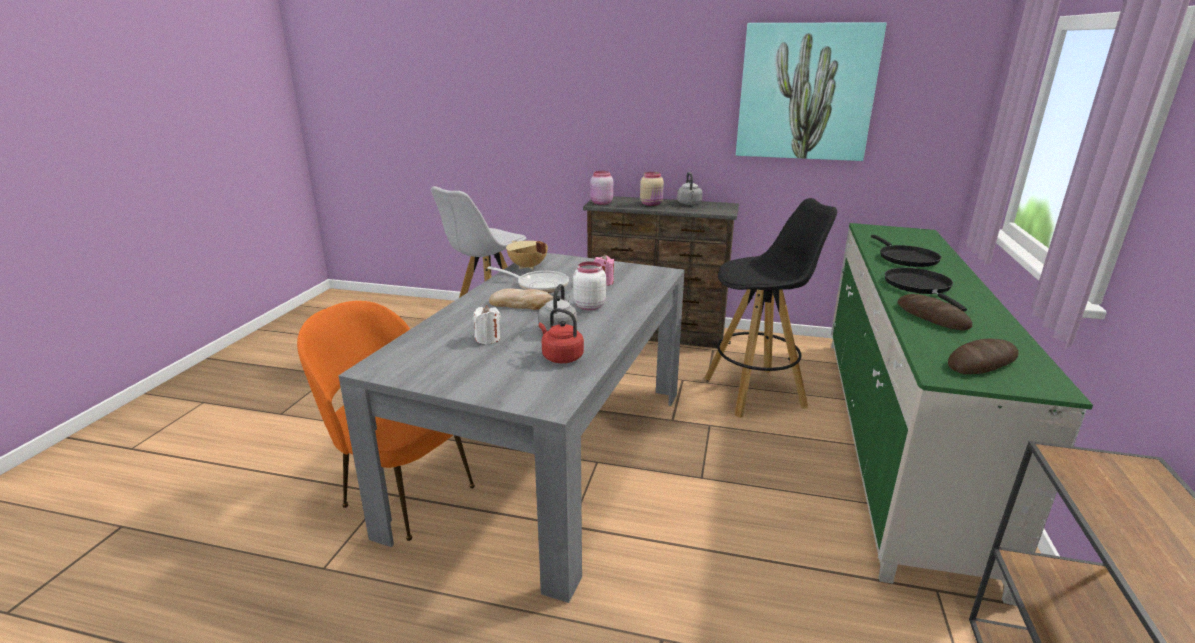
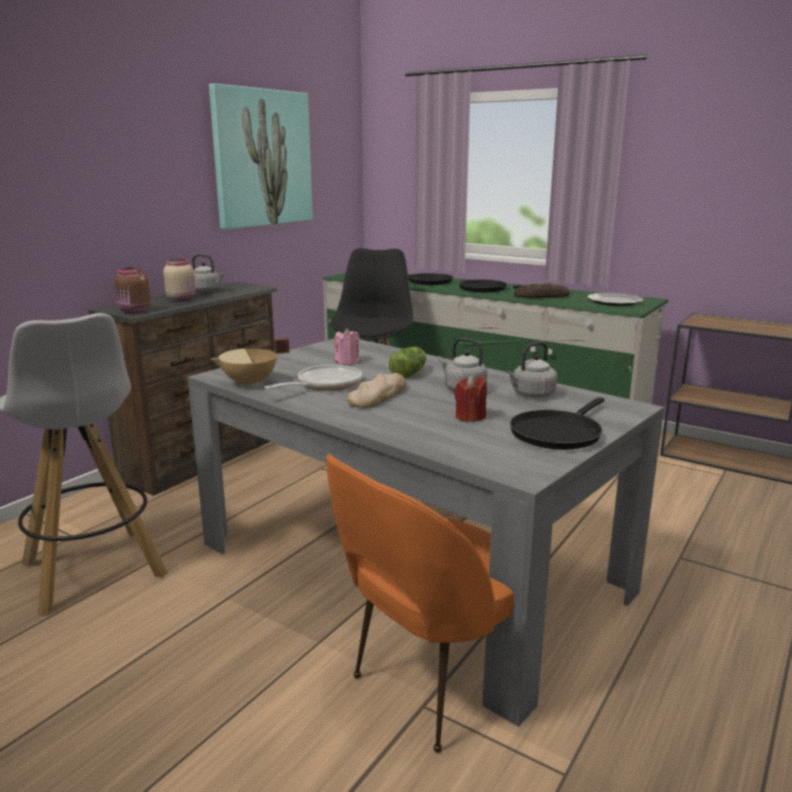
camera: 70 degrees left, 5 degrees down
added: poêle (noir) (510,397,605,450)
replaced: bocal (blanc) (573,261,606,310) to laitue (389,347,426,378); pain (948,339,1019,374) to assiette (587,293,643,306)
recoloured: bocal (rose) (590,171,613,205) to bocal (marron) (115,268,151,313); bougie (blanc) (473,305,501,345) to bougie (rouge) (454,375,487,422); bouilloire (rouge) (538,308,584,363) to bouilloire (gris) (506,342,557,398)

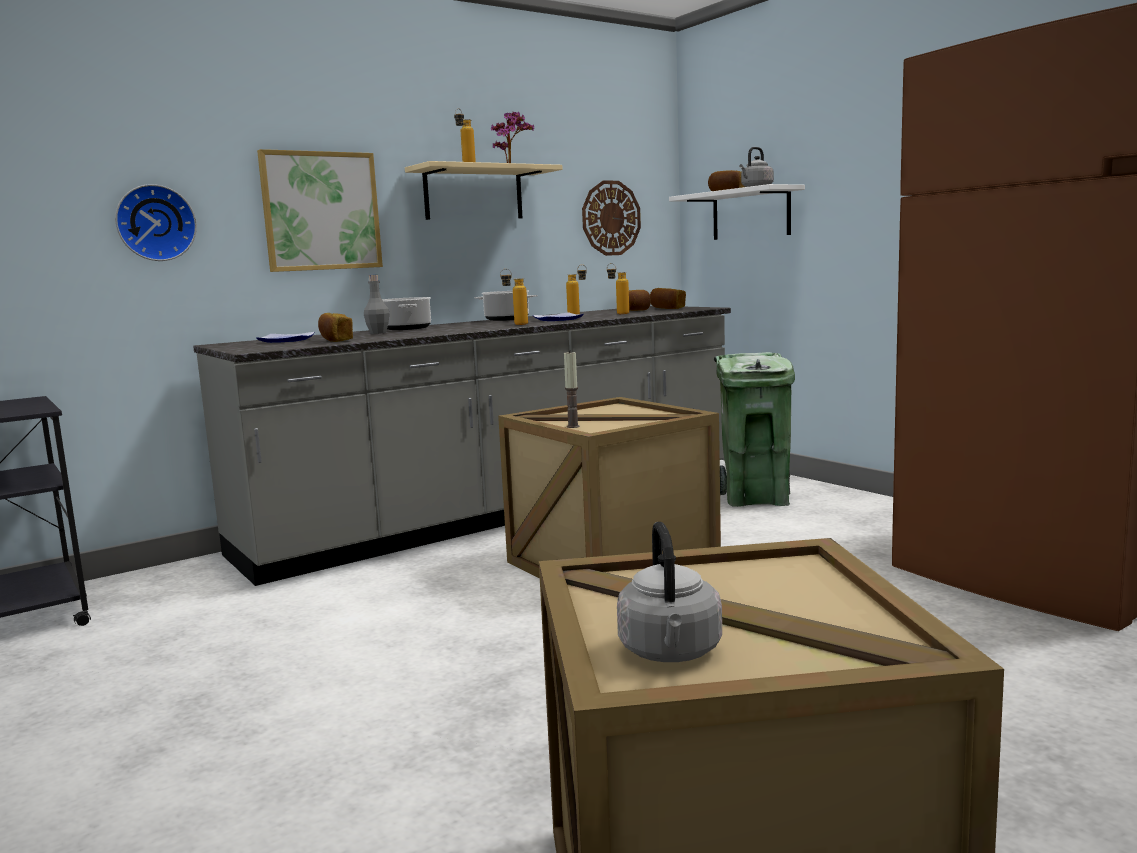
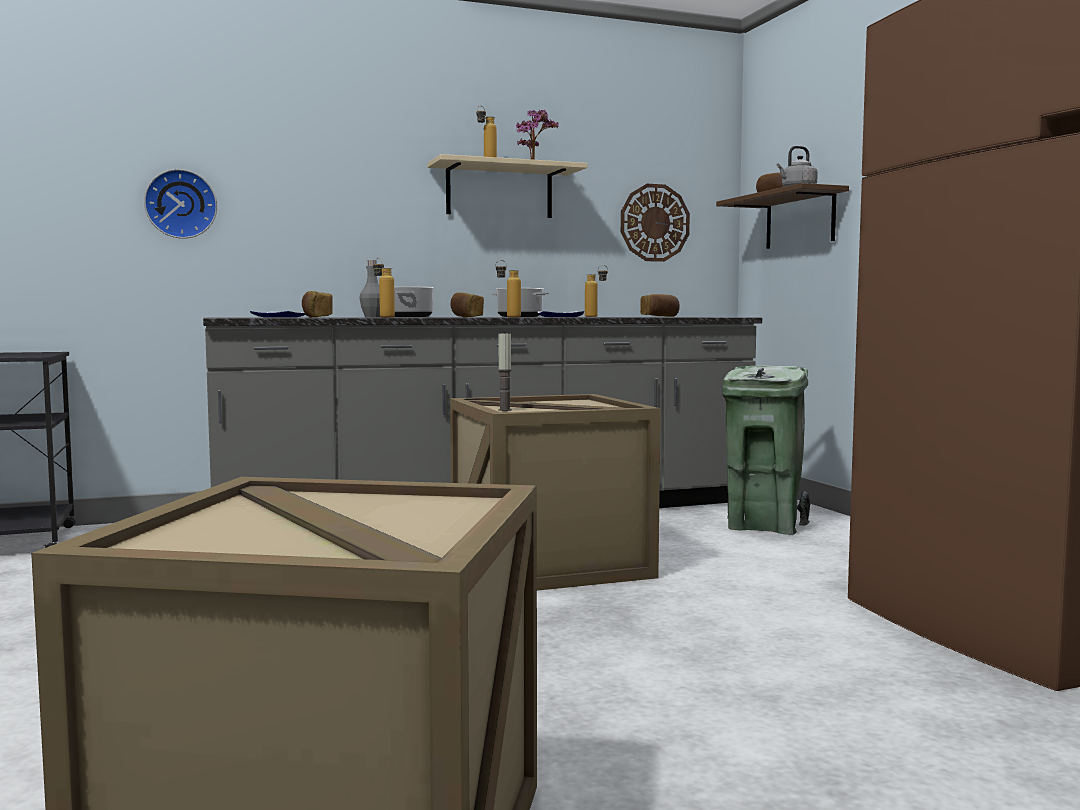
camera: 15 degrees right, 5 degrees down
removed: tableau (257,149,383,272); bouilloire (gris) (617,522,722,662)
moved: bouteille (607,263,629,314) to (373,258,395,317); pain (650,288,686,309) to (451,292,484,317)
recoloured: étagère (blanc) (669,184,805,240) to étagère (marron) (716,183,849,249)

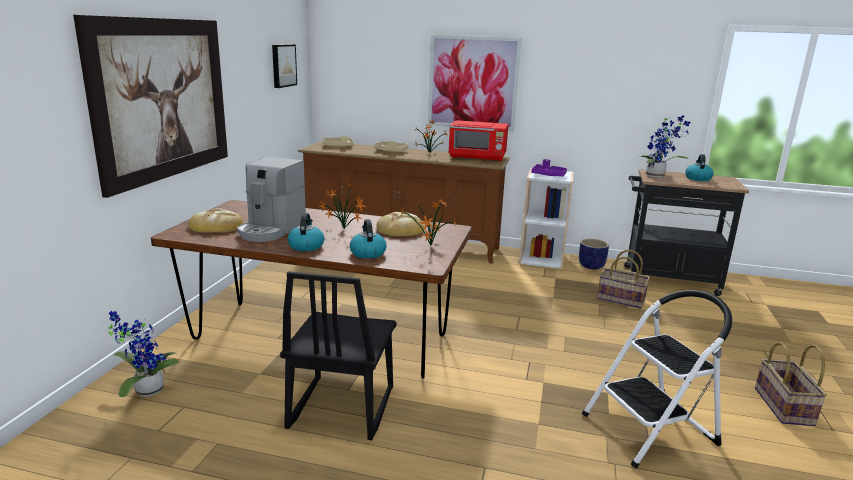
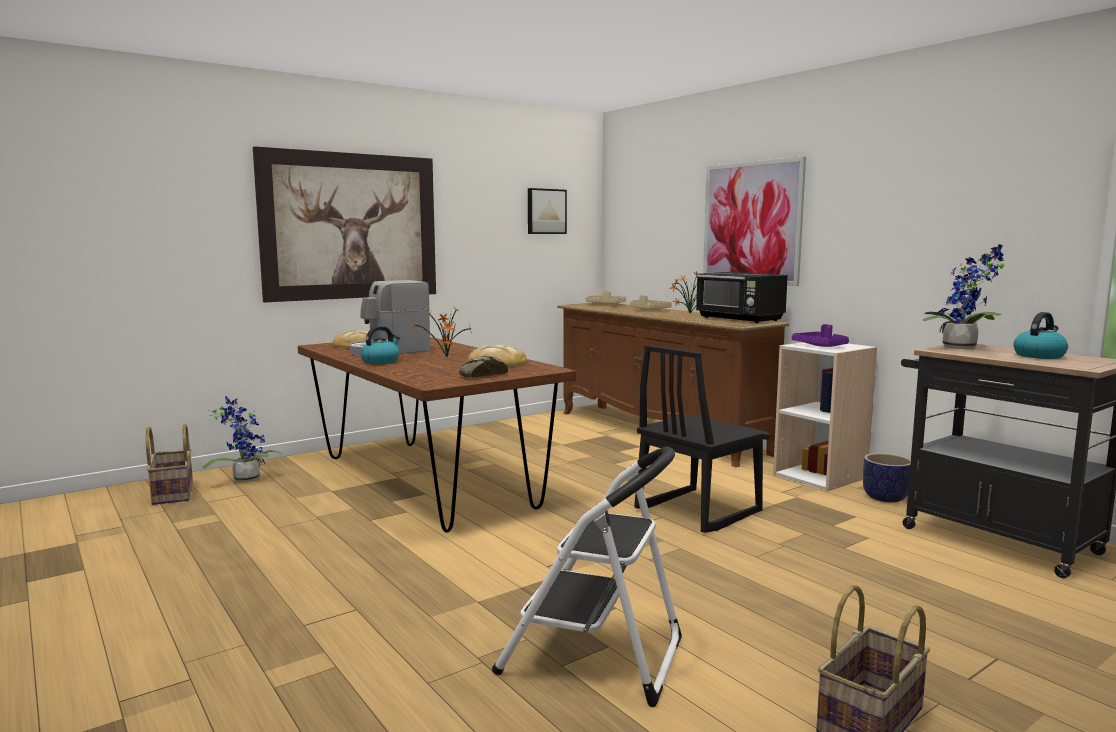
camera: 40 degrees right, 10 degrees down
removed: bouilloire (350,219,387,259)
moved: panier (597,250,650,309) to (146,424,193,505); chaise (noir) (280,271,397,440) to (634,345,770,533)
replaced: plante en pot (401,199,457,245) to pain (459,356,508,378)
recoloured: micro-ondes (rouge) (449,120,508,161) to micro-ondes (noir) (696,272,788,323)

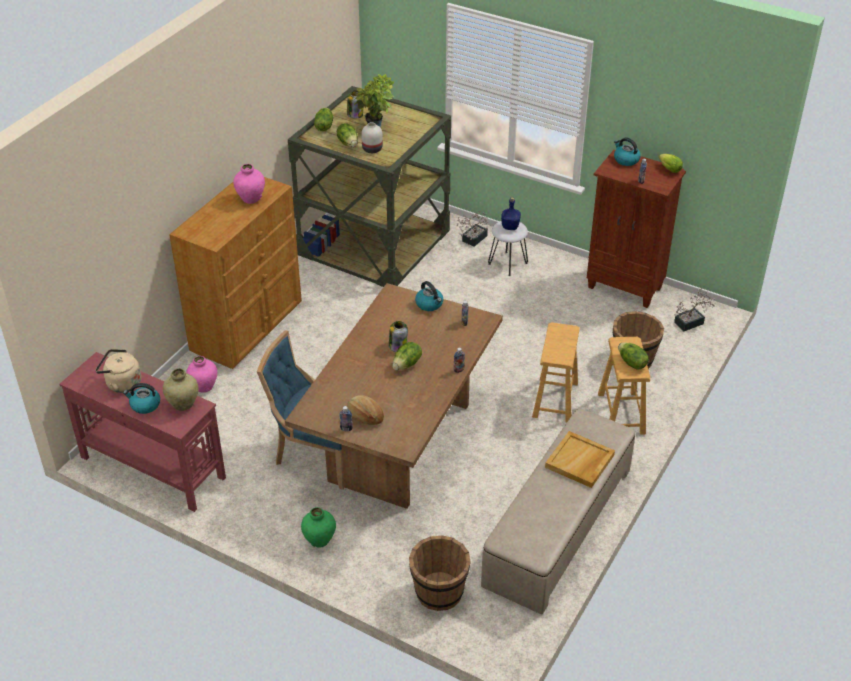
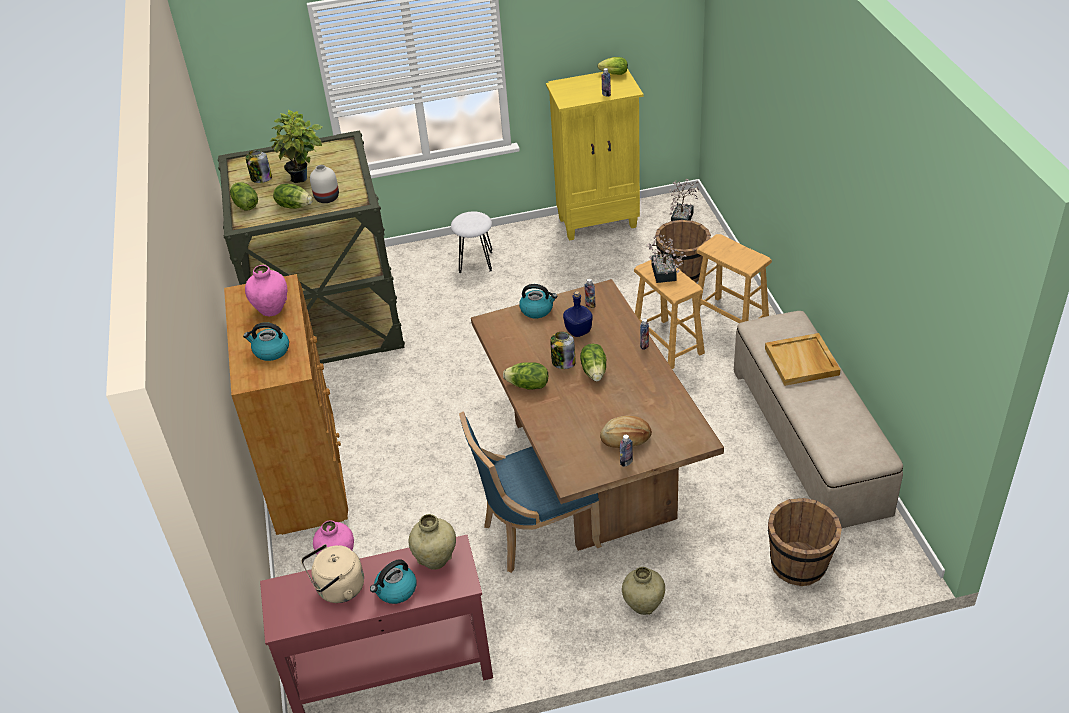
camera: 40 degrees left, 0 degrees up
moved: bouilloire (614,138,641,166) to (243,322,289,361); laitue (618,343,649,370) to (503,362,548,389); bouteille (bleu) (501,197,521,230) to (563,291,593,337); plante en pot (456,211,488,247) to (647,235,686,283)
recoloured: meuble de rangement (marron) (587,150,686,308) to meuble de rangement (jaune) (546,69,644,240); vase (vert) (301,507,336,548) to vase (beige) (622,567,665,615)

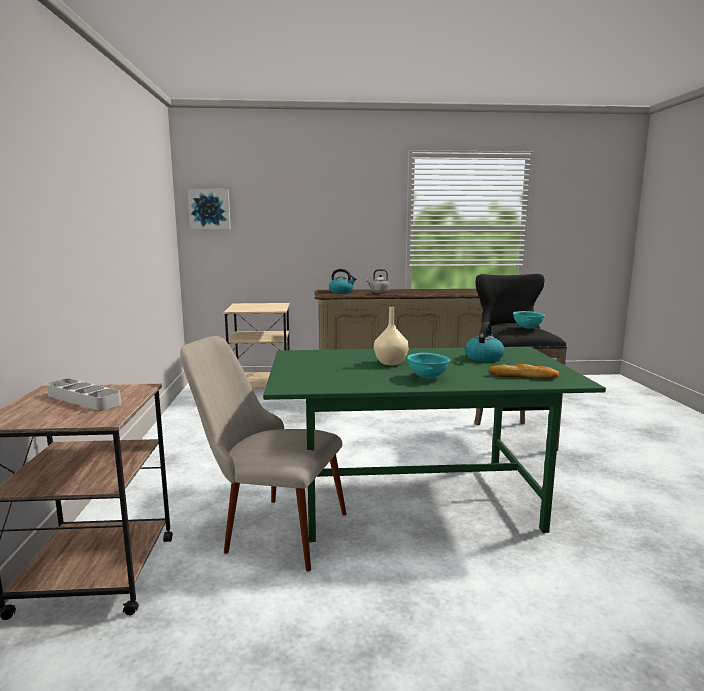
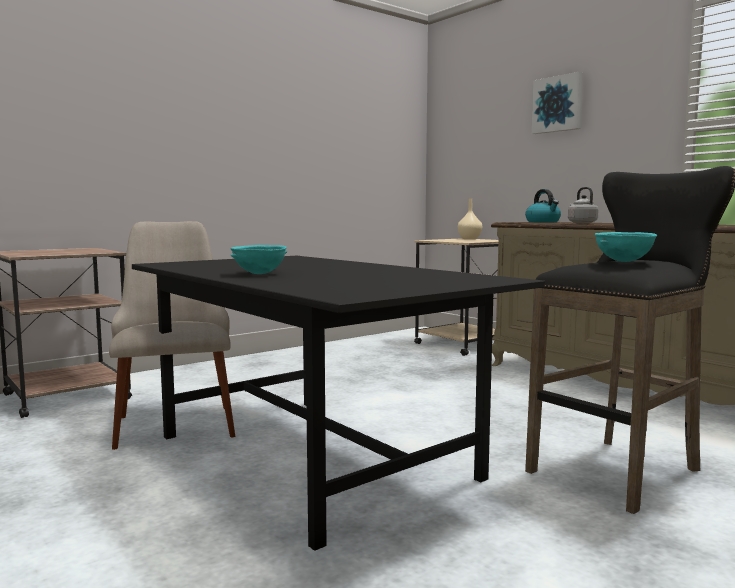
camera: 55 degrees right, 5 degrees down
removed: plateau (gris) (47,378,121,410); bouilloire (465,322,505,362); pain (489,364,560,379)
moved: vase (beige) (374,307,409,365) to (458,199,482,239); tableau (187,189,231,230) to (532,71,584,134)
recoloured: table à manger (vert) (263,347,606,542) to table à manger (noir) (132,256,545,551)

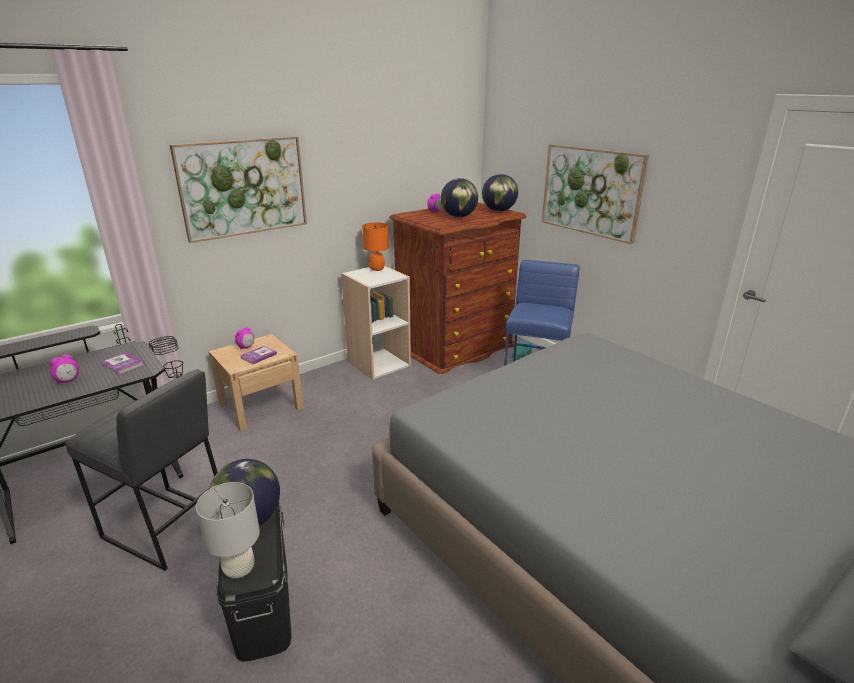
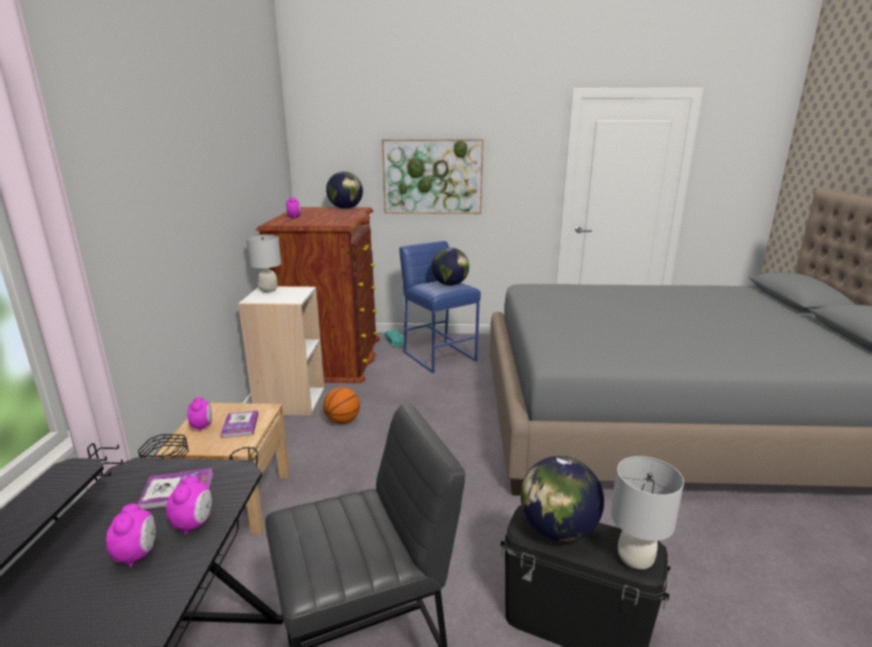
camera: 50 degrees left, 5 degrees down
removed: tableau (170,136,307,243)
added: réveil (166,476,212,535); ballon de basket (323,387,360,424)
moved: globe (441,178,478,217) to (432,248,469,286)
recoloured: lampe de table (orange) (362,222,389,271) to lampe de table (gris) (246,235,281,292)

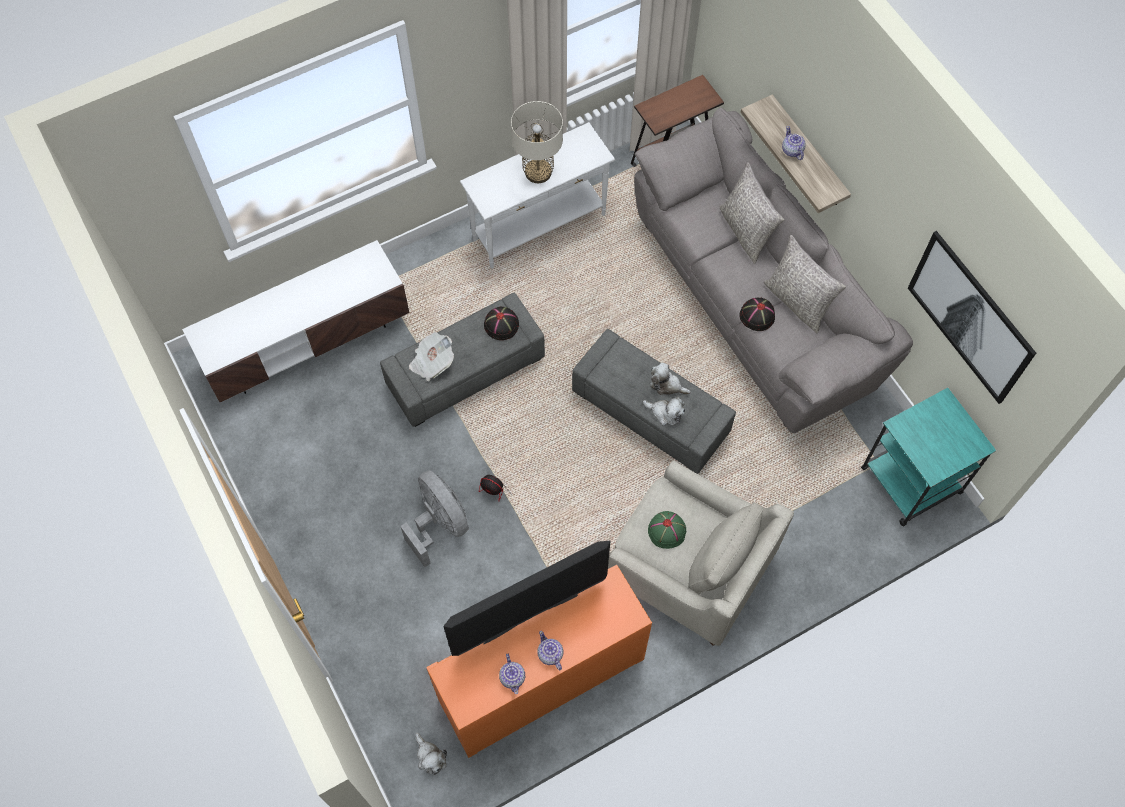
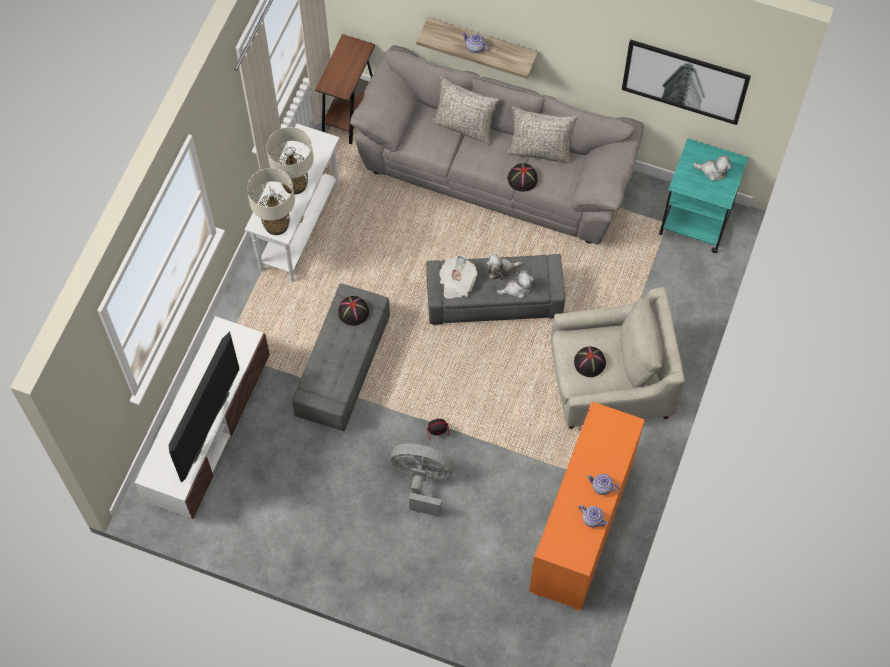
camera: 40 degrees left, 0 degrees up
added: lampe de table (247,168,295,235)
moved: téléviseur (443,541,611,656) to (169,332,239,483); journal (409,332,454,381) to (439,255,477,299); peluche (416,733,447,775) to (693,155,731,182)
recoloured: chapeau (vert) (648,511,686,549) to chapeau (noir) (574,347,606,377)

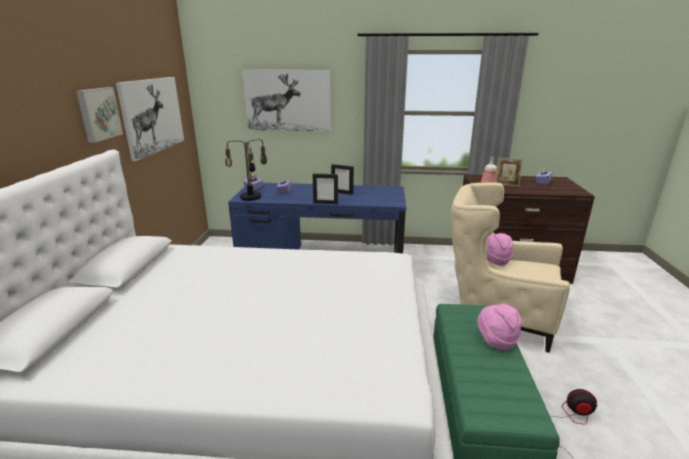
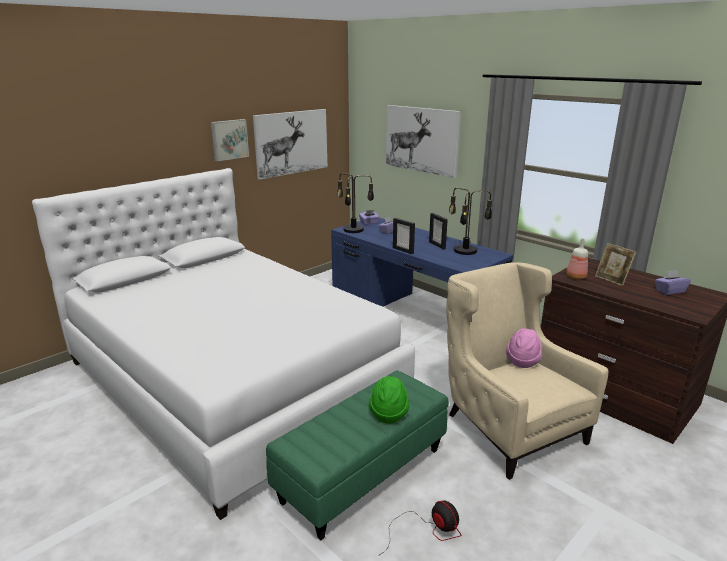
camera: 40 degrees right, 0 degrees up
added: lampe de table (449,187,492,255)
recoloured: chapeau (rose) (477,304,521,351) to chapeau (vert) (369,376,409,424)

